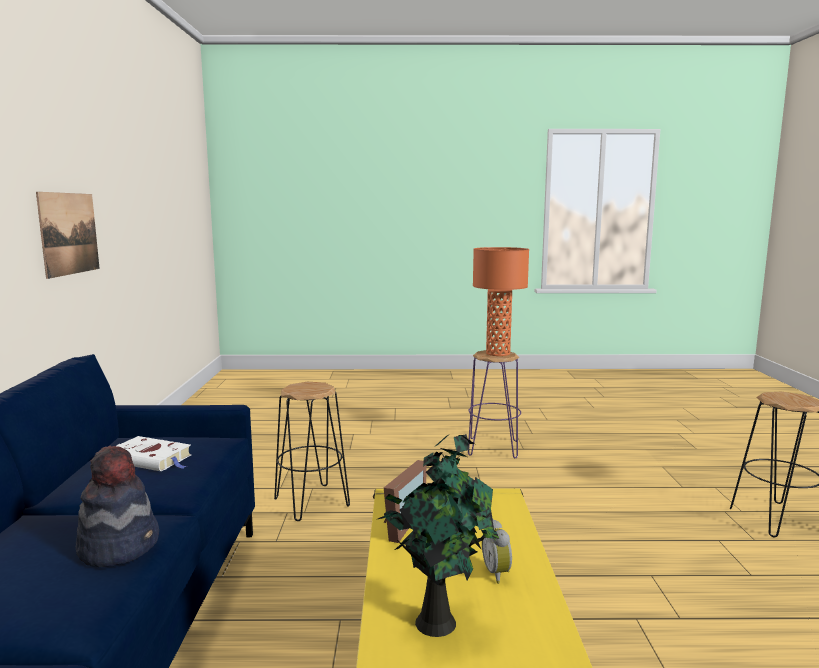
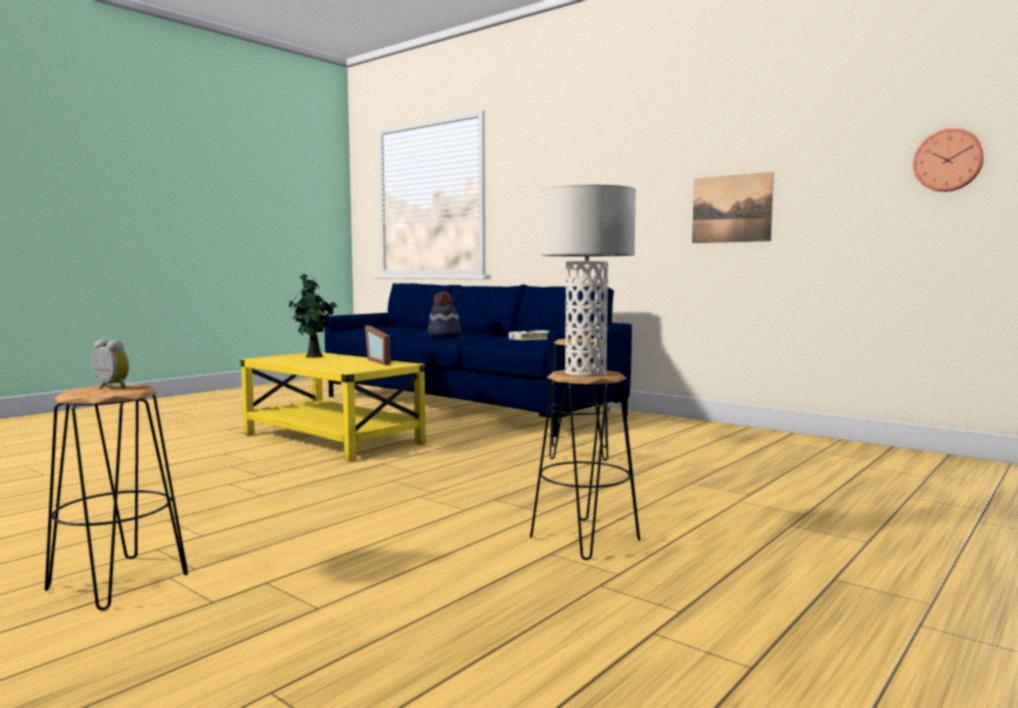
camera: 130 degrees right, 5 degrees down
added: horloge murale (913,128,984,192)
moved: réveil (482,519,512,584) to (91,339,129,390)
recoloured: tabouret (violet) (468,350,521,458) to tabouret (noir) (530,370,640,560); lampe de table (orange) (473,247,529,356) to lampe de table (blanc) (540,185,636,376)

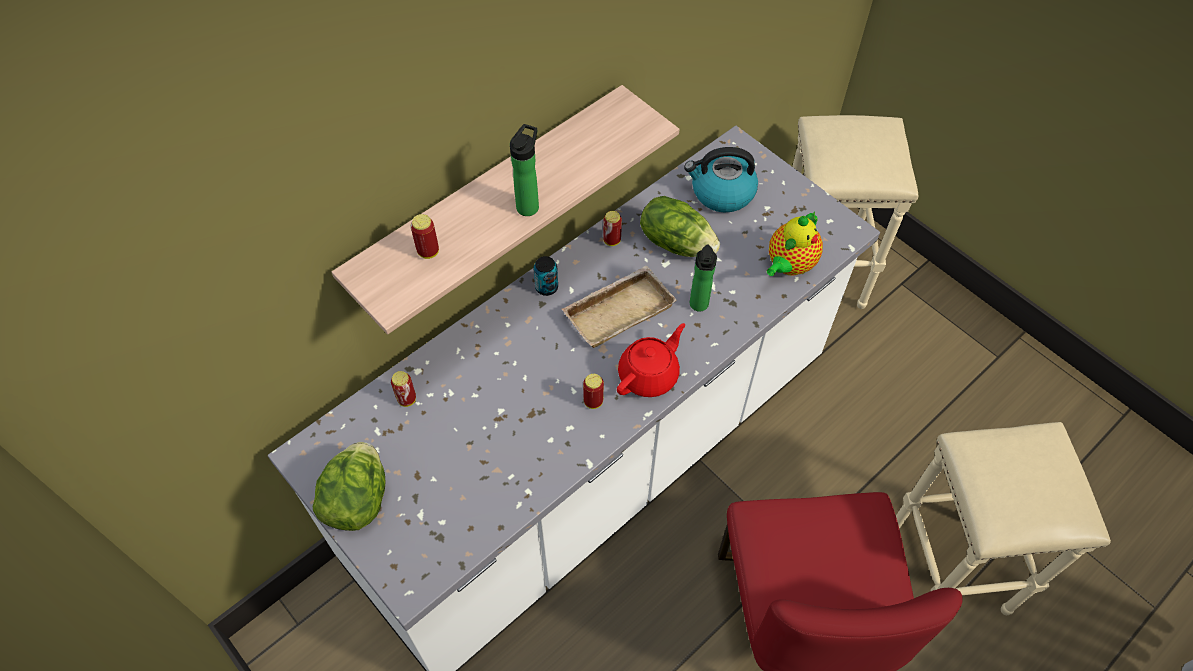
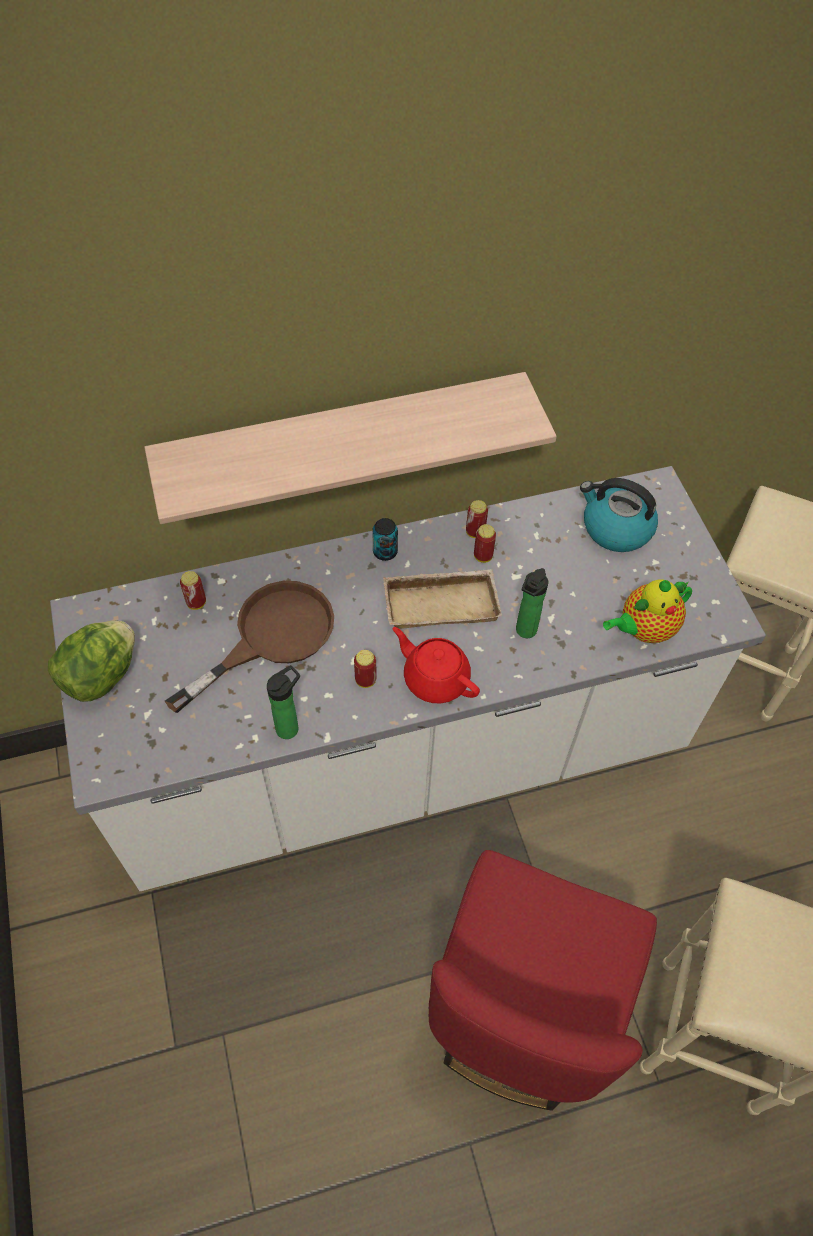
camera: 25 degrees right, 0 degrees up
removed: laitue (640,196,720,257)
added: poêle (marron) (165,581,334,713)
moved: bouteille (510,124,539,216) to (267,665,300,739); boîte métallique (411,214,439,259) to (474,524,496,563)
turned: théière (rouge) (617,323,685,397) = (393,627,480,703) 120 degrees counterclockwise

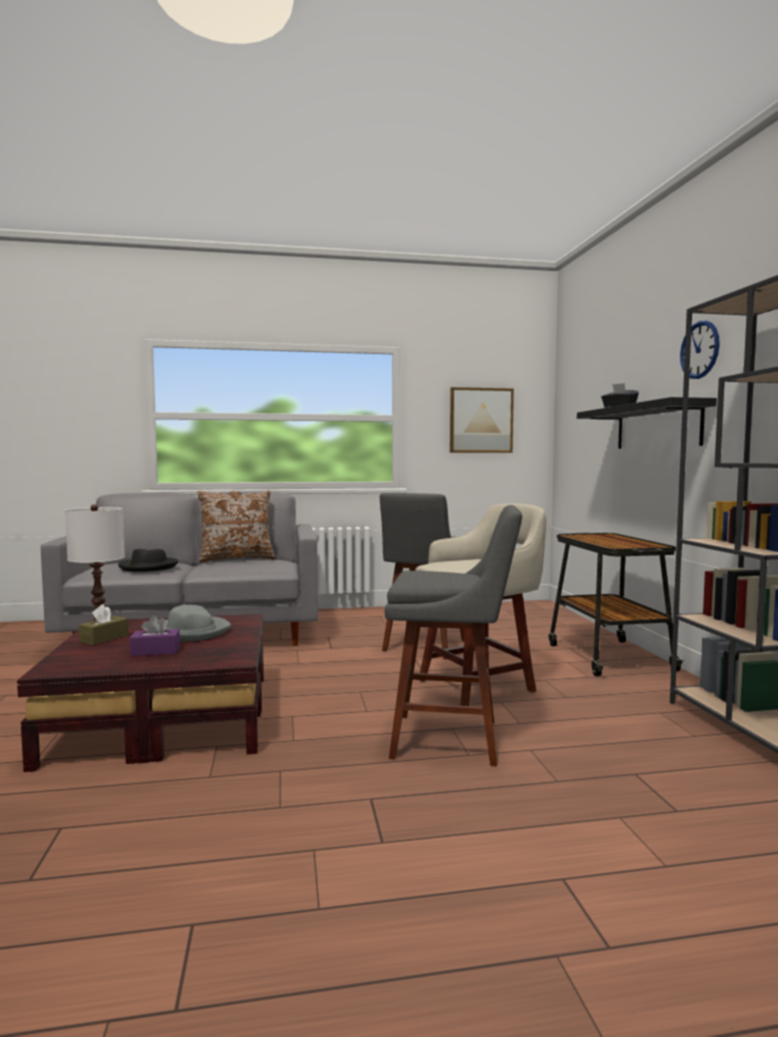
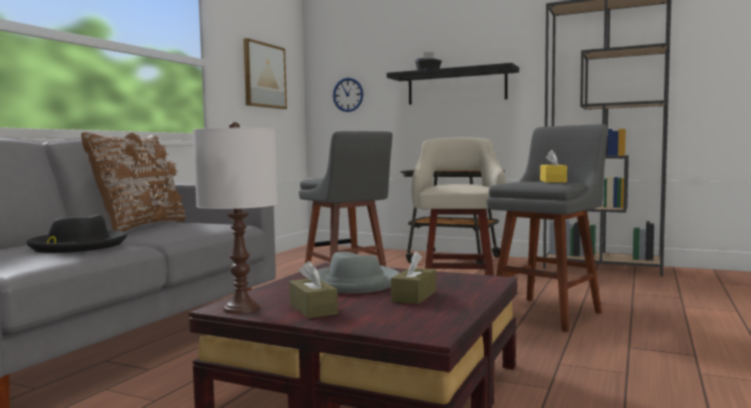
camera: 55 degrees left, 0 degrees up
added: boîte à mouchoirs (jaune) (540,150,567,183)
moved: horloge murale (680,321,720,379) to (333,78,363,112)
recoloured: boîte à mouchoirs (violet) (130,616,180,656) to boîte à mouchoirs (marron) (391,251,436,304)

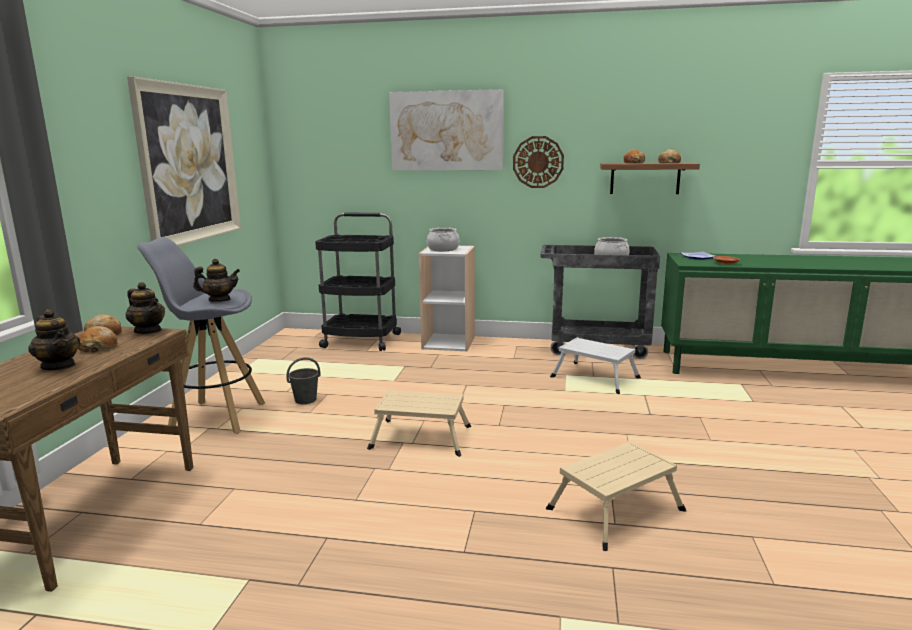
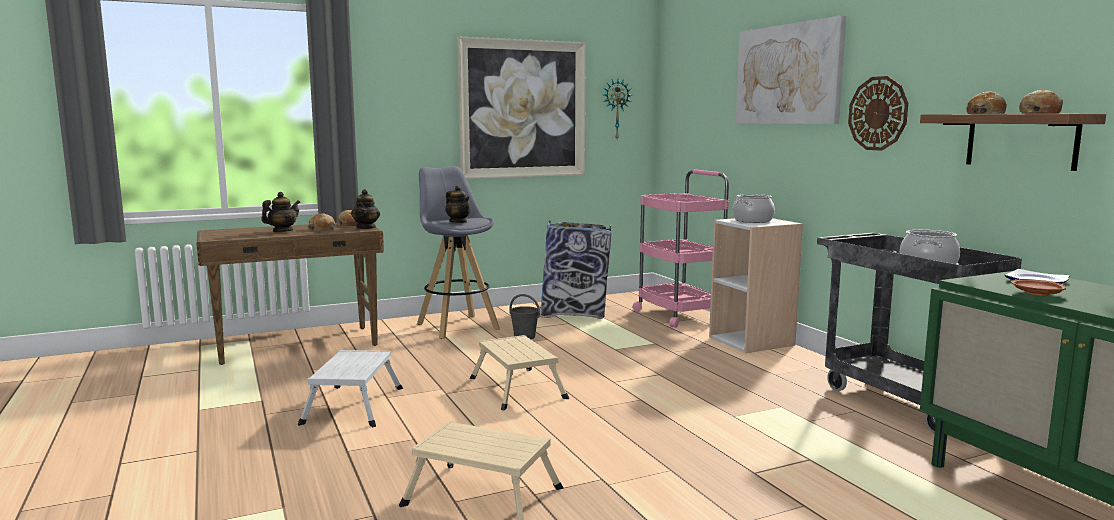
camera: 55 degrees right, 5 degrees down
added: poubelle (540,221,612,319); horloge murale (604,78,633,139)
moved: escabeau (blanc) (550,337,641,394) to (298,350,403,427)
recoloured: chariot (noir) (315,212,401,351) to chariot (rose) (633,169,729,328)
turned: théière (28,309,80,370) = (261,192,300,232) 150 degrees counterclockwise

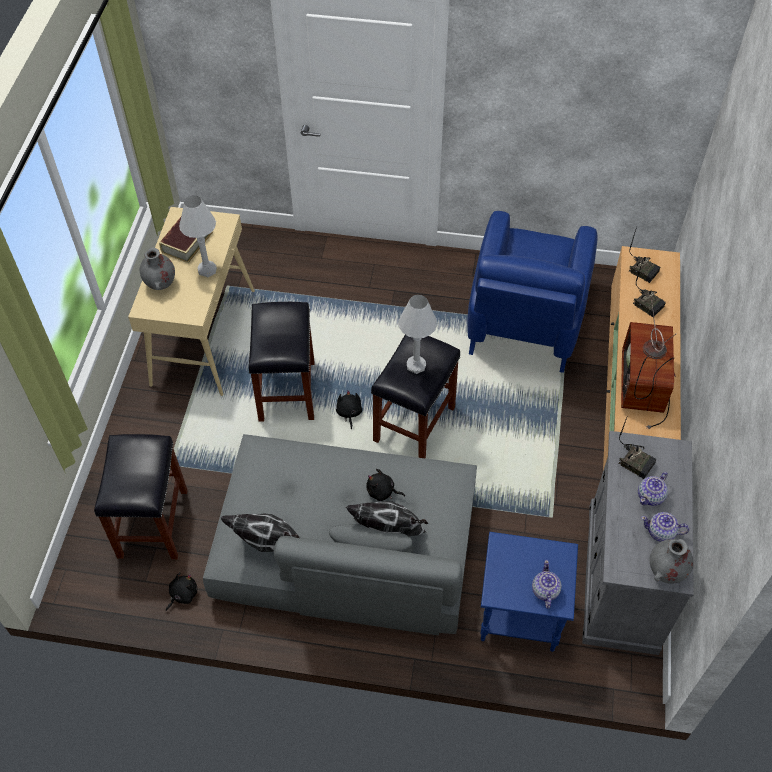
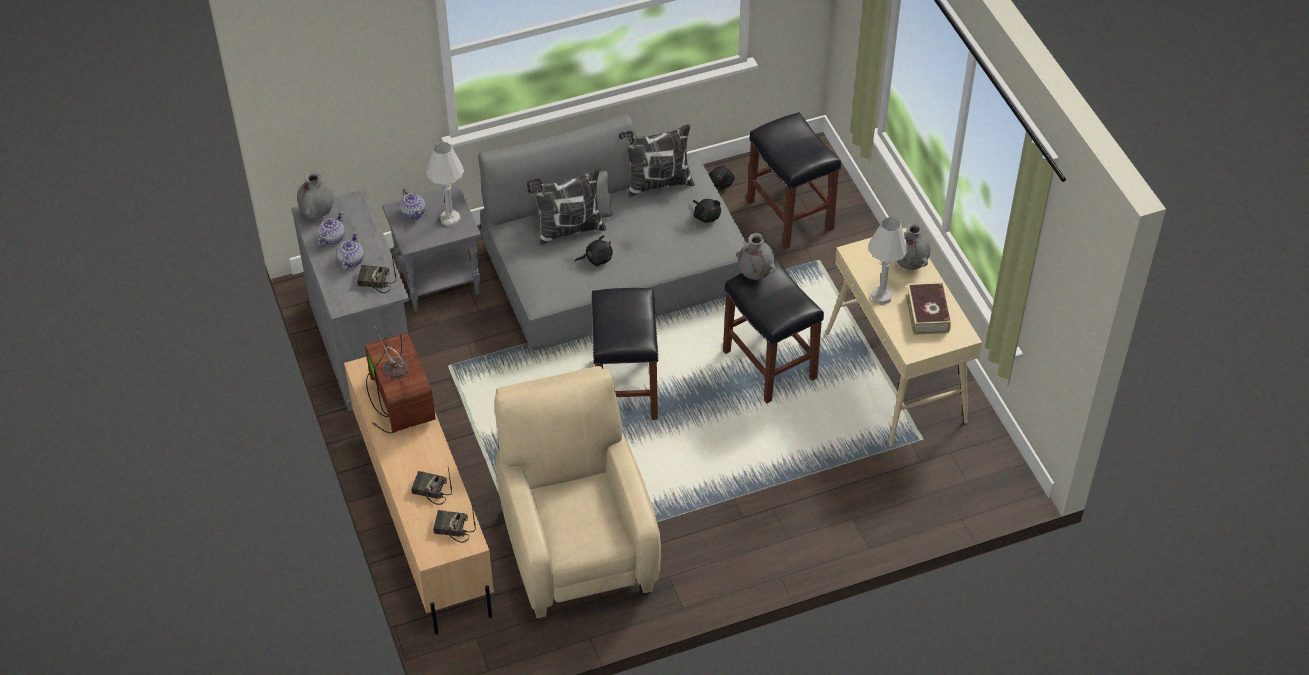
camera: 150 degrees right, 5 degrees down
added: vase (gris) (736,233,776,280)
moved: lampe de table (blanc) (399,295,437,374) to (426,142,464,227); peluche (noir) (336,390,362,429) to (693,199,721,223)
recoloured: table d'appoint (bleu) (480,532,578,652) to table d'appoint (gris) (382,185,481,311); fauteuil (bleu) (467,211,598,373) to fauteuil (beige) (495,366,661,619)
turned: théière (641,512,689,542) = (318,211,345,247) 45 degrees counterclockwise

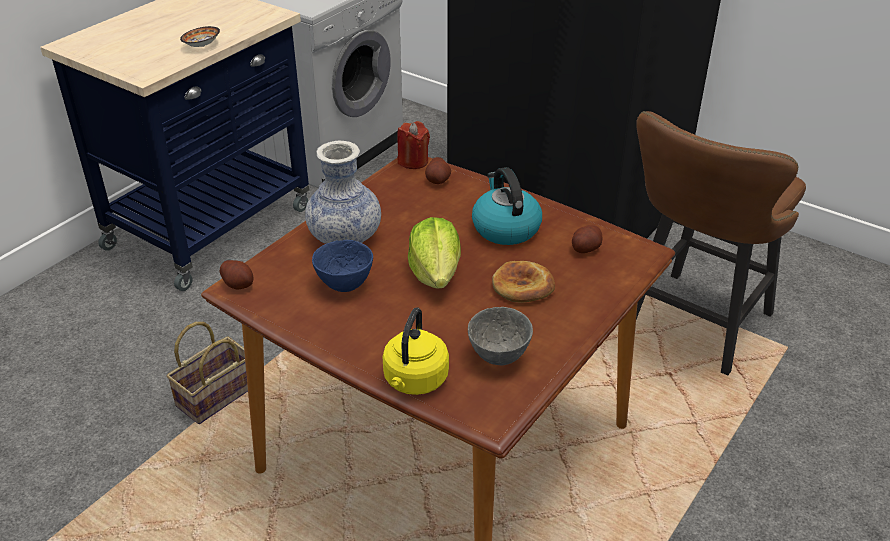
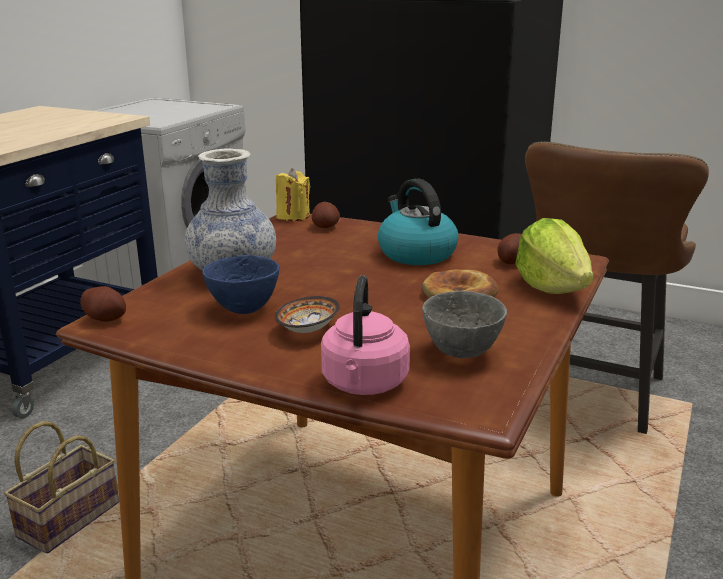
camera: 10 degrees left, 15 degrees down
moved: bol (180,26,220,47) to (275,296,340,333); laitue (408,217,461,288) to (516,218,594,294)
recoloured: bougie (rouge) (397,121,430,169) to bougie (jaune) (276,168,311,221); bouilloire (jaune) (383,307,449,395) to bouilloire (rose) (321,275,410,395)

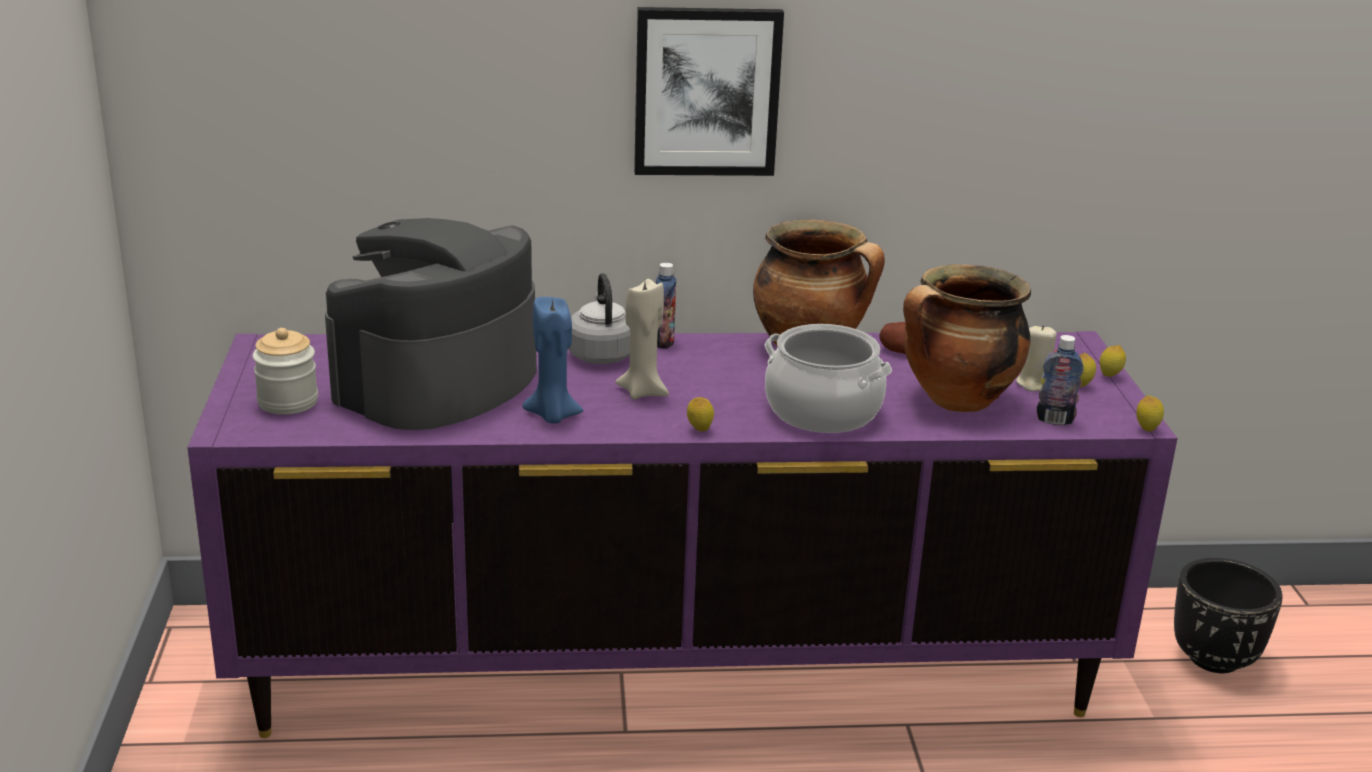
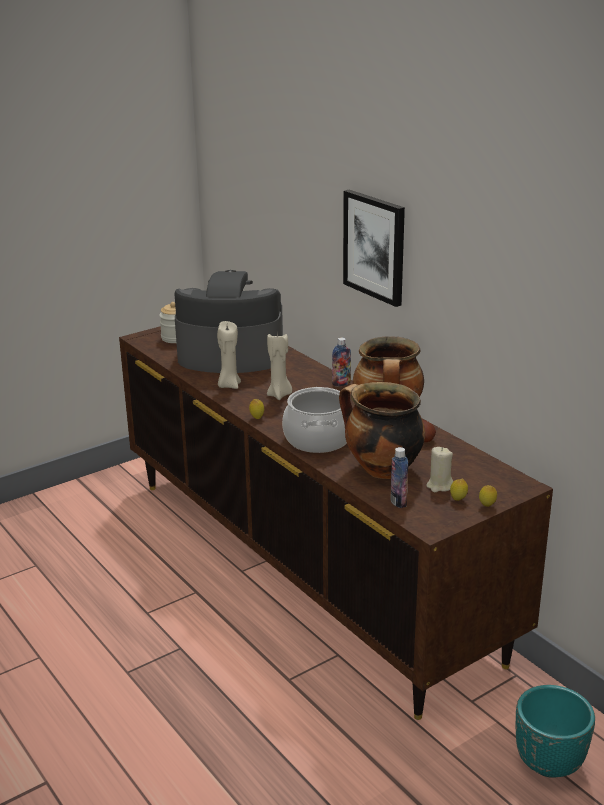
camera: 60 degrees right, 0 degrees up
removed: bouilloire (gris) (568,273,630,364); citron (1136,395,1164,432)
recoloured: meuble de rangement (violet) (187,331,1178,738) to meuble de rangement (marron) (119,326,553,720); bougie (bleu) (522,297,584,424) to bougie (beige) (217,321,241,389); cache-pot (noir) (1174,558,1283,673) to cache-pot (turquoise) (516,685,595,778)

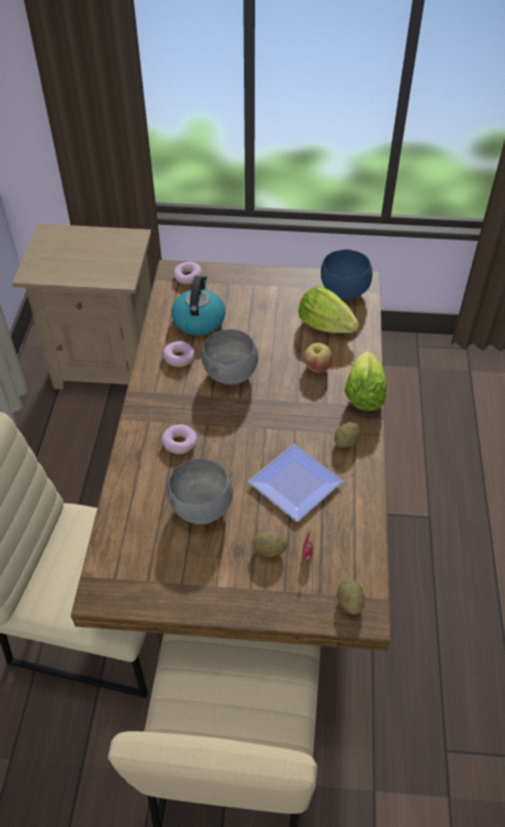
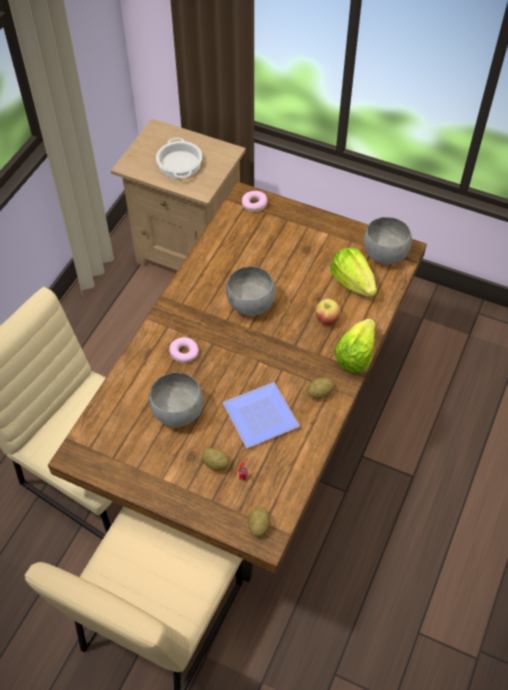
camera: 20 degrees right, 5 degrees up
removed: beignet (163,341,195,367); bouilloire (171,275,225,336)
added: marmite (156,137,202,179)
recoloured: bol (bleu) (321,250,372,299) to bol (gris) (364,217,412,264)

